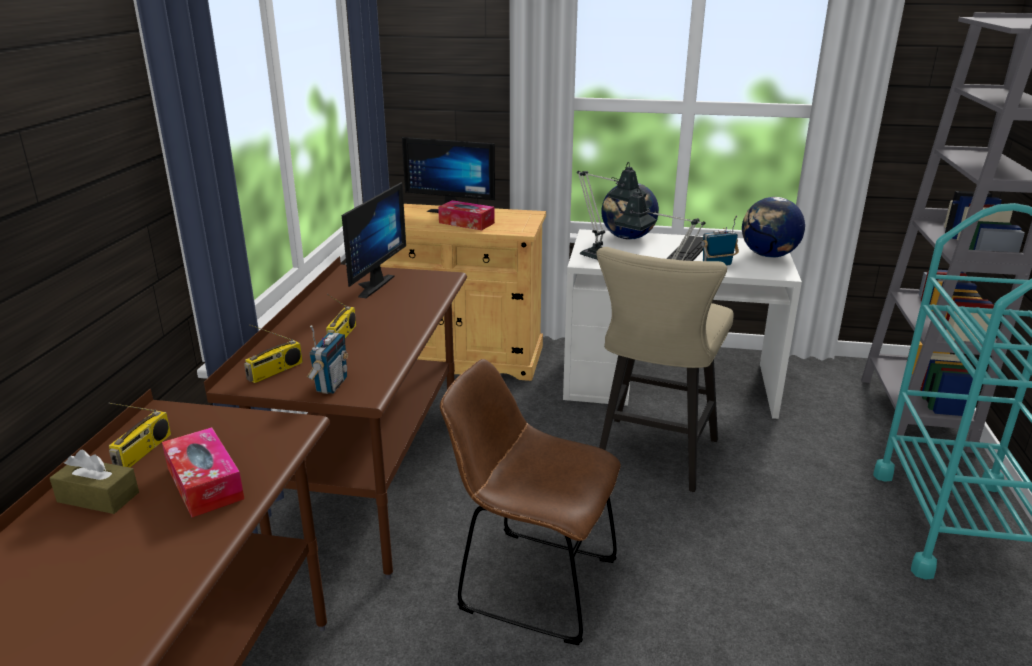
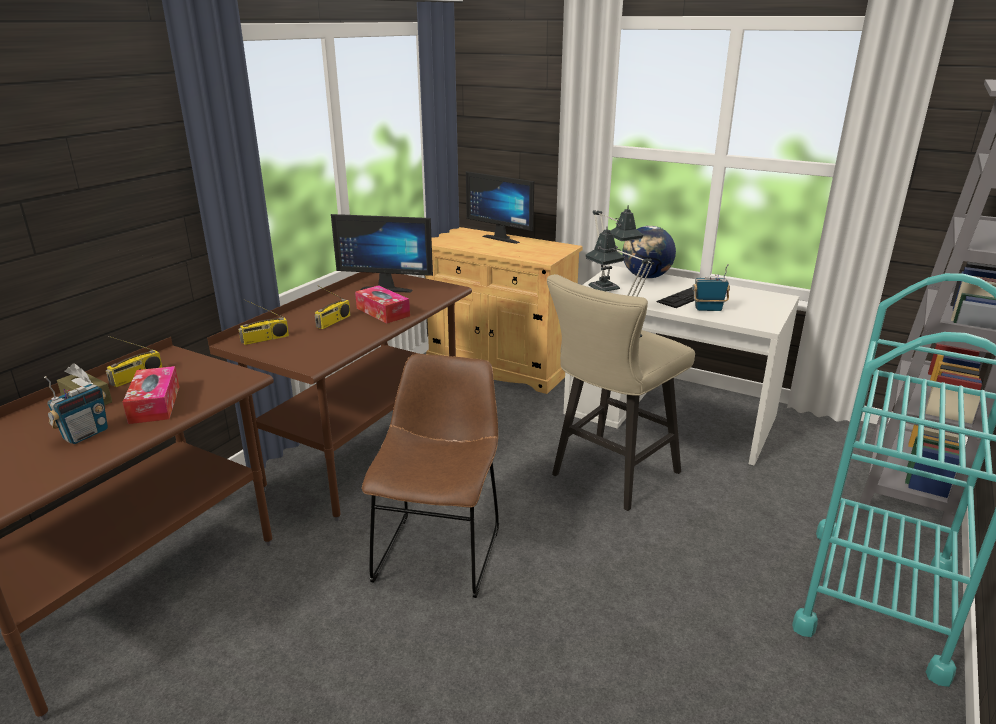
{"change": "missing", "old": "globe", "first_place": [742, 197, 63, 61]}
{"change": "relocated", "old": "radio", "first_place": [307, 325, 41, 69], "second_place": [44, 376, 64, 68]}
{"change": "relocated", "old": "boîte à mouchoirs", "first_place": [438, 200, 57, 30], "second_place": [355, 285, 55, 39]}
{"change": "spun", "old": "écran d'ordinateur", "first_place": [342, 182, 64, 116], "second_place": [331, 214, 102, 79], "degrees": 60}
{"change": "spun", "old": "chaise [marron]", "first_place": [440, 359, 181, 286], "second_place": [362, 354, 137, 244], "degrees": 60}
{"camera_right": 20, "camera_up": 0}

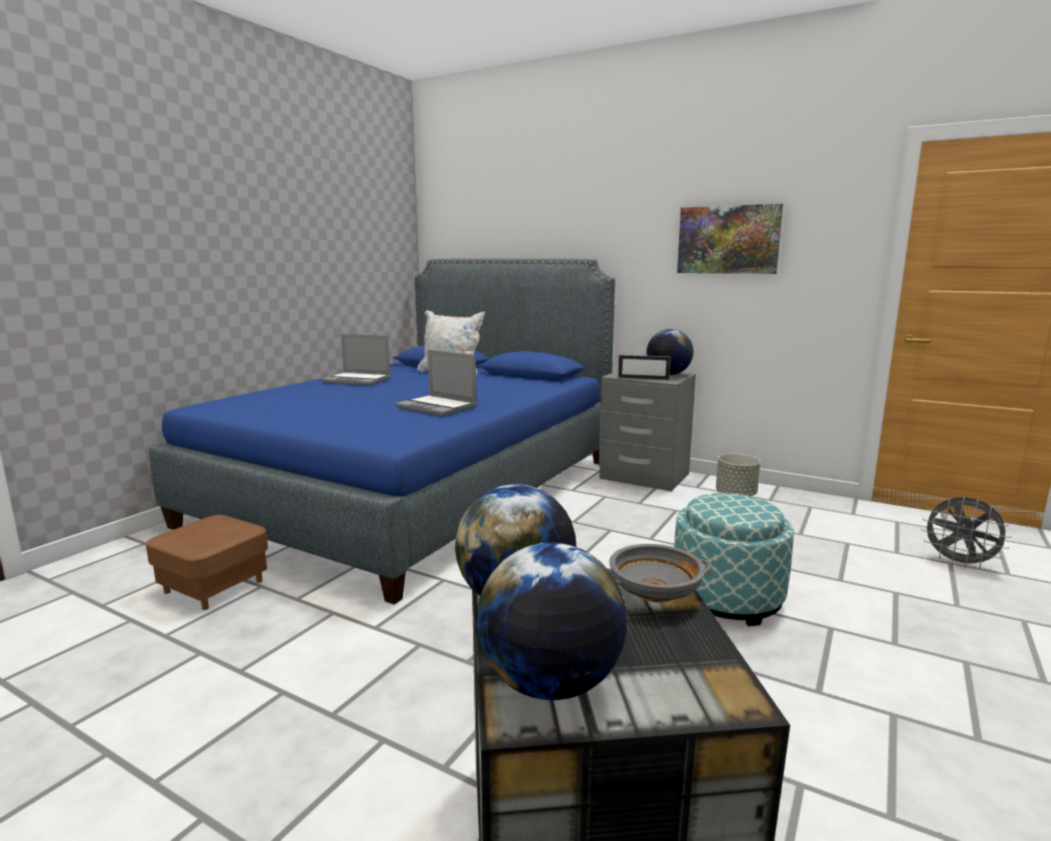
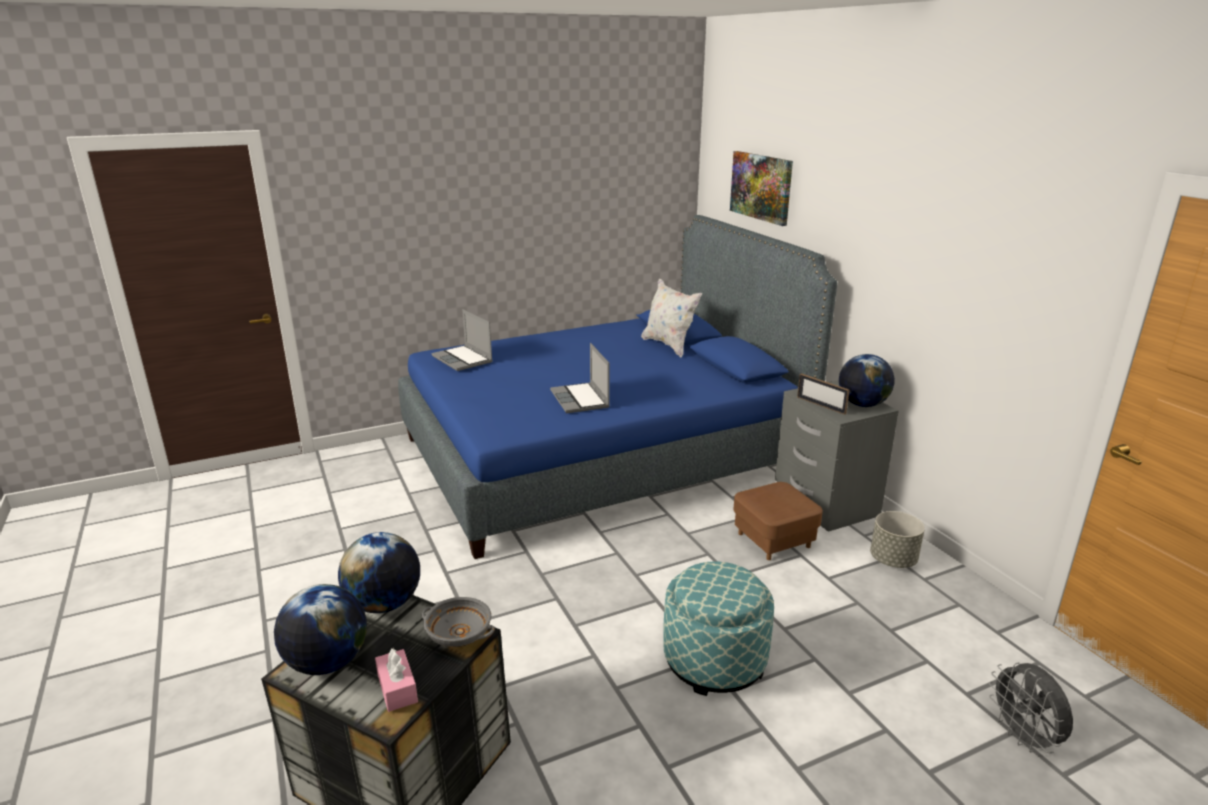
{"change": "appeared", "new": "boîte à mouchoirs [rose]", "second_place": [375, 648, 43, 64]}
{"change": "relocated", "old": "pouf [marron]", "first_place": [146, 515, 122, 95], "second_place": [733, 482, 90, 78]}
{"change": "relocated", "old": "ordinateur portable", "first_place": [322, 334, 69, 52], "second_place": [432, 309, 61, 62]}
{"change": "relocated", "old": "tableau", "first_place": [677, 204, 106, 70], "second_place": [730, 151, 63, 75]}
{"camera_right": 35, "camera_up": 10}

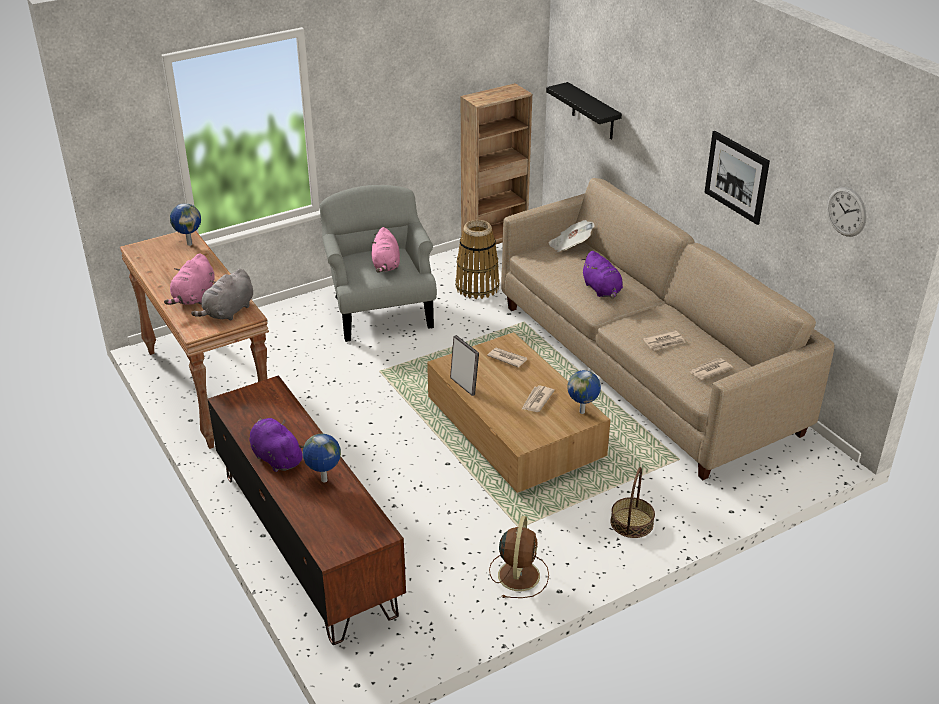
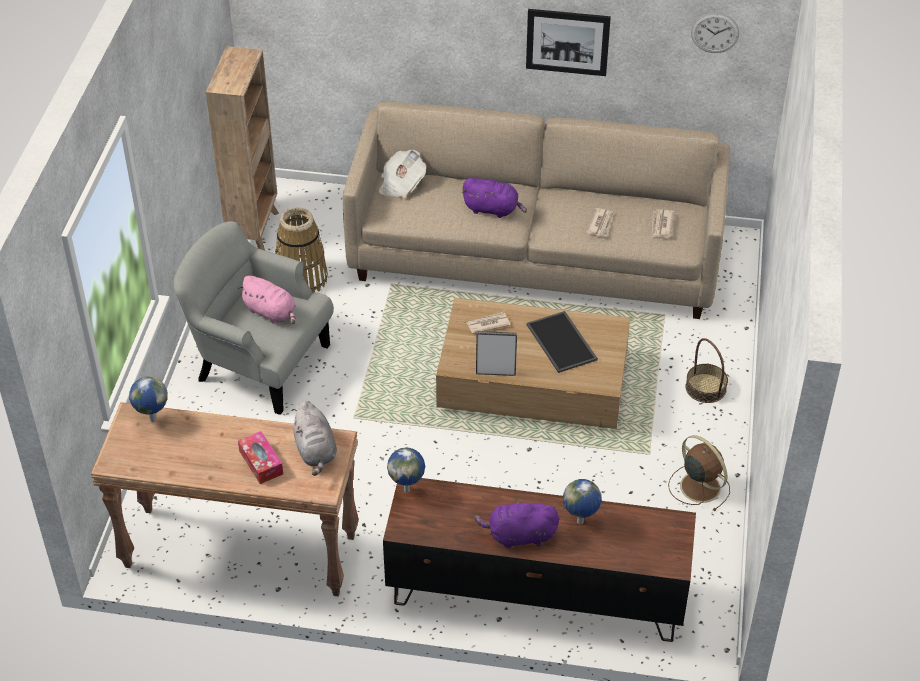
{"change": "missing", "old": "étagère [noir]", "first_place": [546, 82, 76, 58]}
{"change": "relocated", "old": "globe", "first_place": [567, 370, 34, 44], "second_place": [387, 447, 38, 45]}
{"change": "exchanged", "old": "peluche [rose]", "new": "boîte à mouchoirs", "first_place": [164, 253, 51, 52], "second_place": [238, 431, 45, 53]}
{"change": "exchanged", "old": "journal", "new": "plateau", "first_place": [521, 385, 34, 27], "second_place": [526, 311, 72, 62]}
{"camera_right": -50, "camera_up": 10}

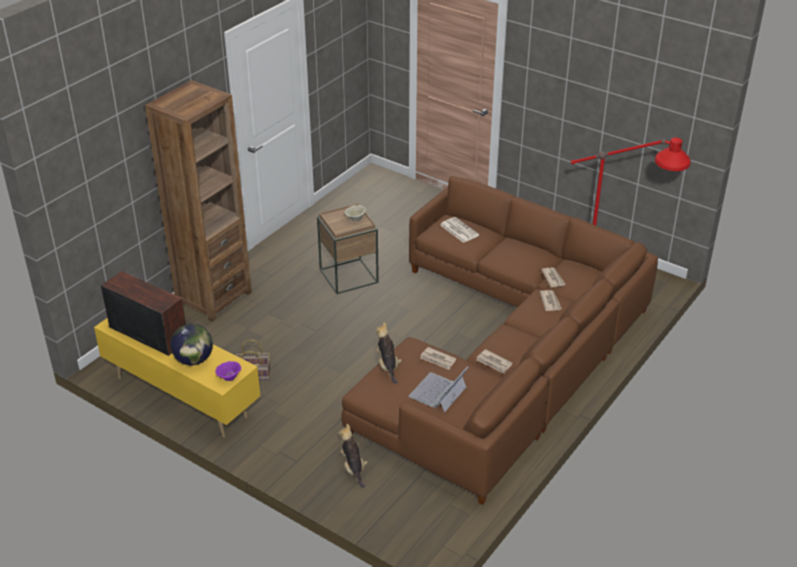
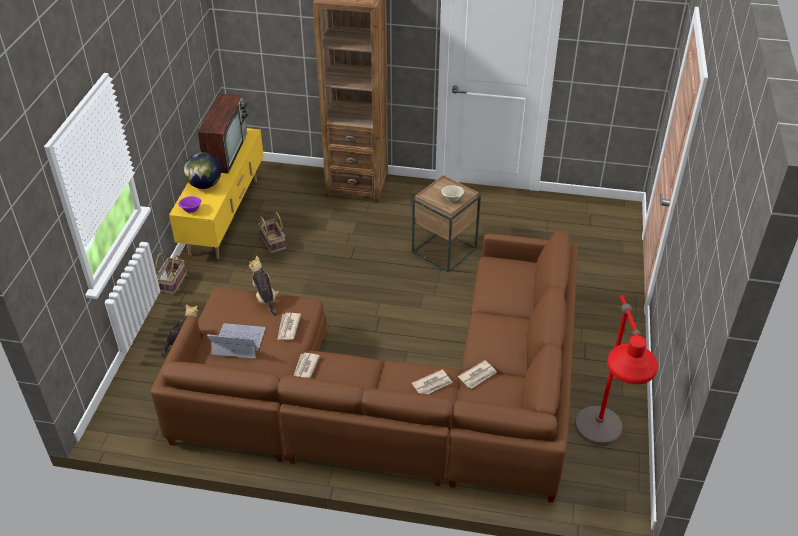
{"change": "missing", "old": "journal", "first_place": [440, 217, 39, 26]}
{"change": "appeared", "new": "panier", "second_place": [156, 253, 31, 42]}
{"change": "spun", "old": "peluche", "first_place": [375, 322, 27, 62], "second_place": [249, 256, 30, 60], "degrees": -75}
{"camera_right": 65, "camera_up": 5}

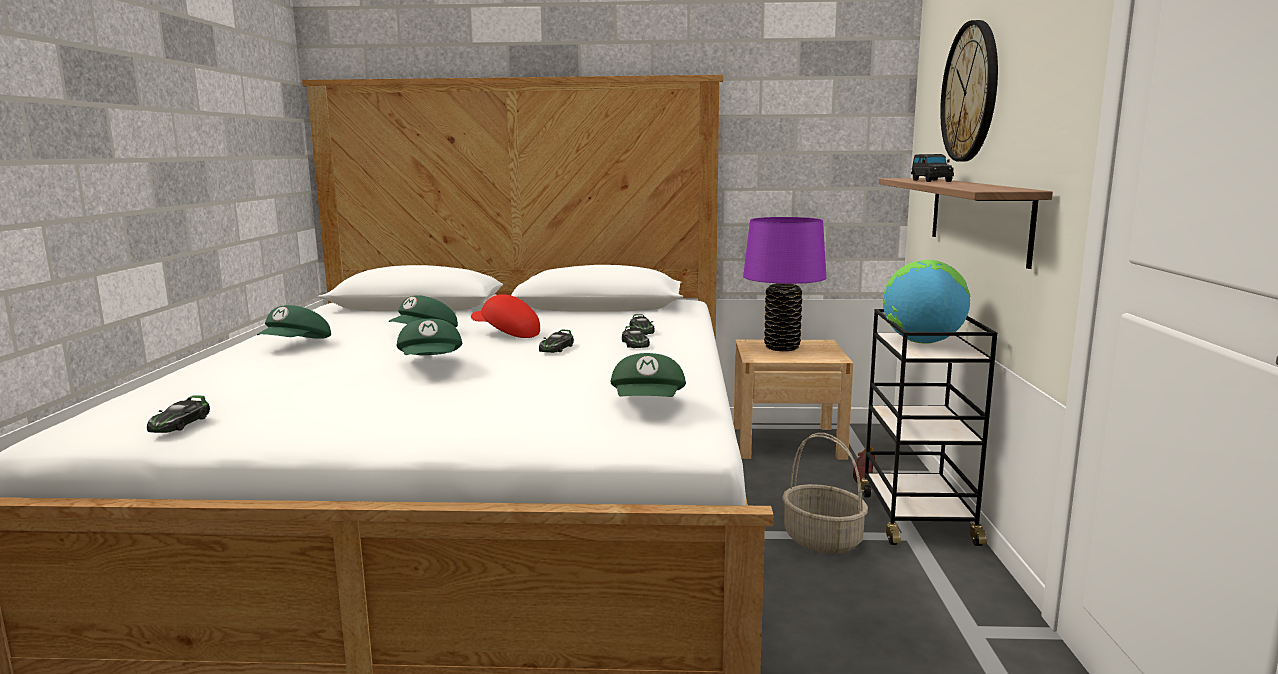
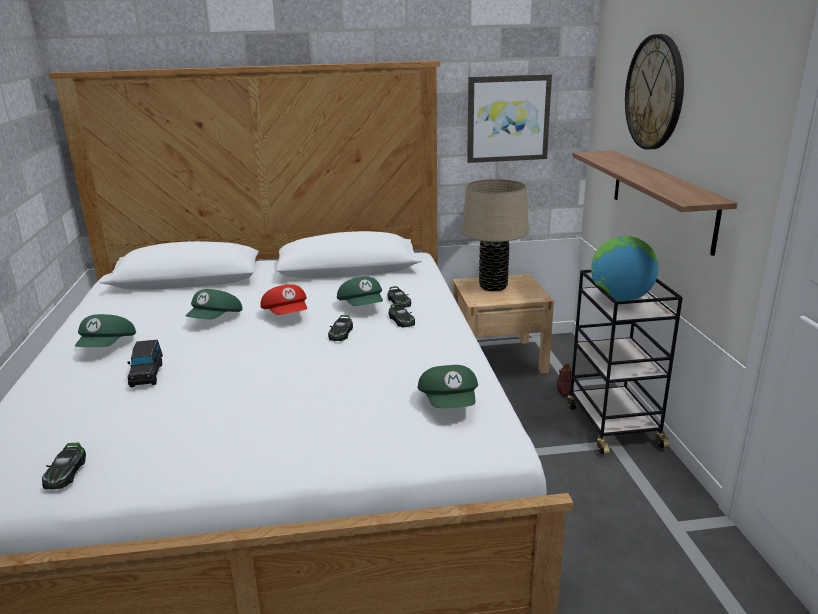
{"change": "missing", "old": "panier", "first_place": [782, 433, 86, 121]}
{"change": "appeared", "new": "tableau", "second_place": [467, 74, 85, 89]}
{"change": "relocated", "old": "casquette [vert]", "first_place": [396, 319, 66, 36], "second_place": [337, 277, 46, 29]}
{"change": "relocated", "old": "petite voiture [noir]", "first_place": [911, 154, 43, 28], "second_place": [128, 340, 35, 47]}
{"change": "colour", "old": "lampe de table [violet]", "new": "lampe de table [beige]", "first_place": [743, 217, 83, 134], "second_place": [461, 179, 68, 112]}
{"change": "spun", "old": "casquette [rouge]", "first_place": [471, 294, 69, 44], "second_place": [260, 284, 47, 31], "degrees": -135}
{"camera_right": -10, "camera_up": 10}

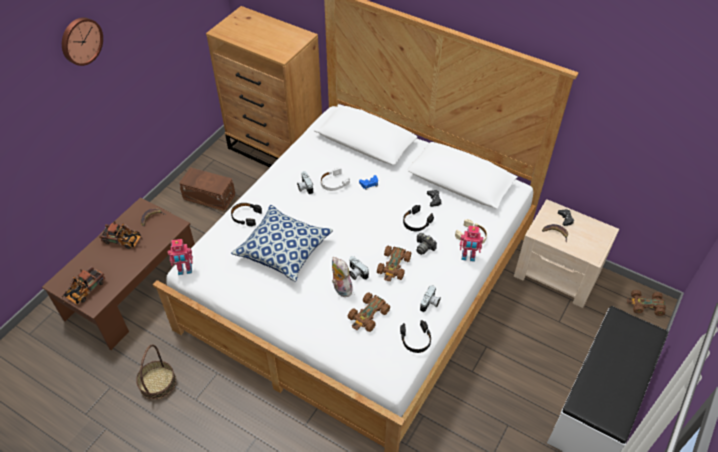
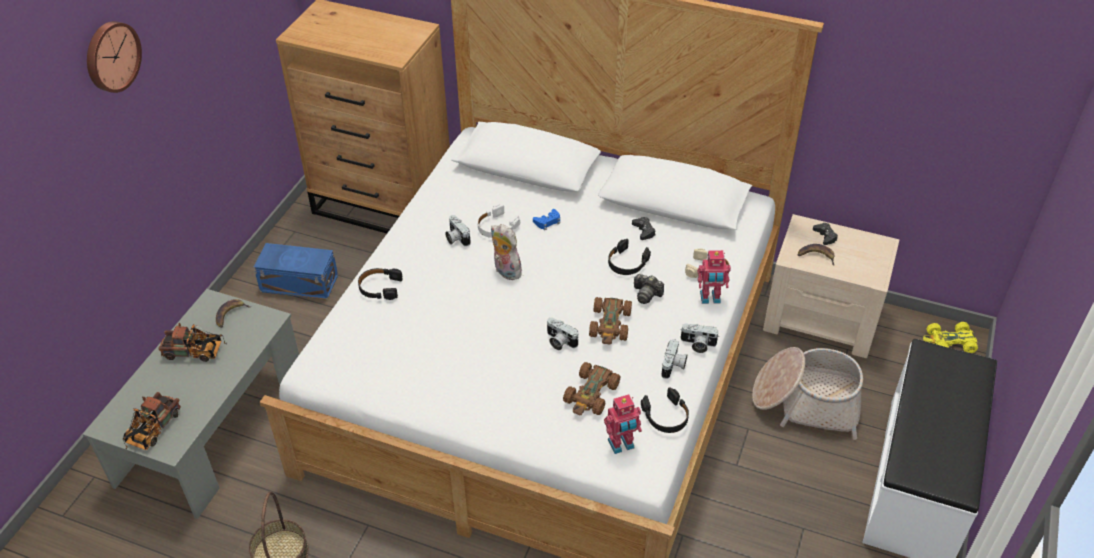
{"change": "missing", "old": "coussin", "first_place": [231, 205, 102, 77]}
{"change": "appeared", "new": "appareil photo", "second_place": [680, 323, 39, 30]}
{"change": "appeared", "new": "panier", "second_place": [752, 347, 111, 93]}
{"change": "relocated", "old": "robot jouet", "first_place": [168, 239, 25, 36], "second_place": [604, 394, 38, 60]}
{"change": "relocated", "old": "peluche", "first_place": [332, 257, 21, 40], "second_place": [491, 224, 31, 56]}
{"change": "colour", "old": "table basse [marron]", "new": "table basse [gris]", "first_place": [42, 197, 153, 153], "second_place": [82, 289, 217, 230]}
{"change": "colour", "old": "boîte de rangement [marron]", "new": "boîte de rangement [bleu]", "first_place": [179, 167, 57, 44], "second_place": [254, 243, 84, 57]}
{"change": "colour", "old": "petite voiture [marron]", "new": "petite voiture [jaune]", "first_place": [627, 290, 39, 26], "second_place": [923, 322, 55, 31]}
{"camera_right": -10, "camera_up": -5}

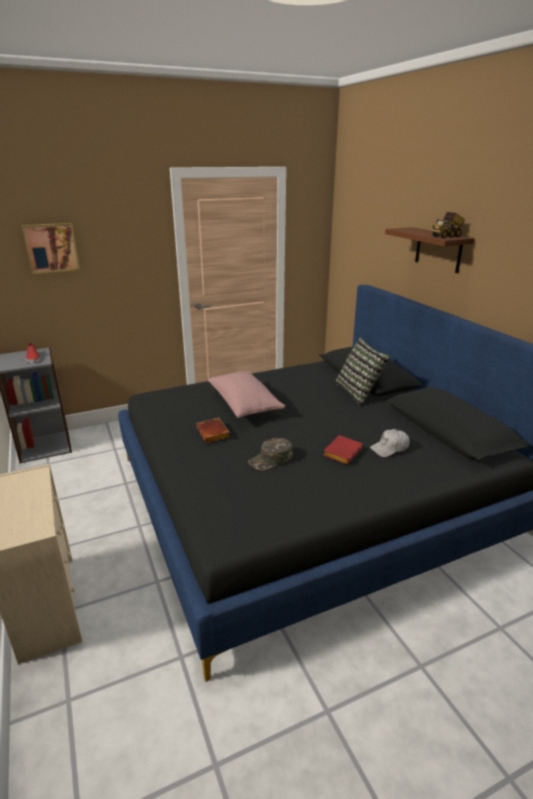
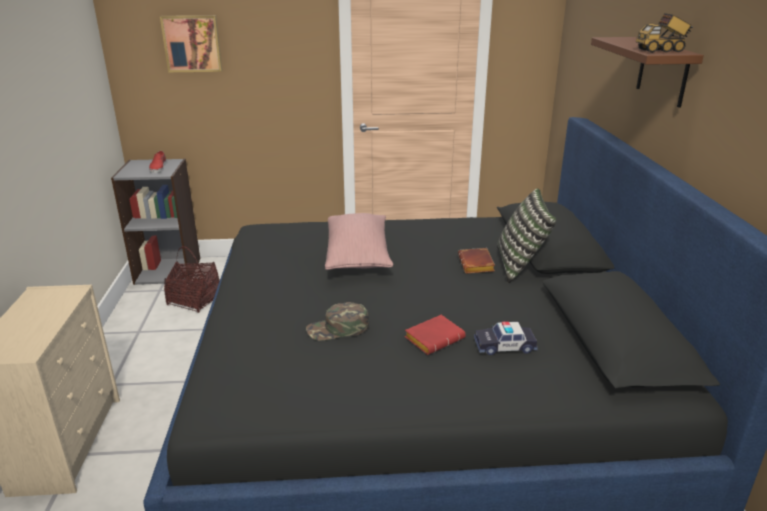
{"change": "appeared", "new": "panier", "second_place": [164, 246, 55, 67]}
{"change": "relocated", "old": "livre [marron]", "first_place": [196, 418, 34, 25], "second_place": [458, 248, 37, 25]}
{"change": "exchanged", "old": "casquette [blanc]", "new": "petite voiture", "first_place": [370, 429, 40, 28], "second_place": [474, 321, 64, 34]}
{"camera_right": 20, "camera_up": 0}

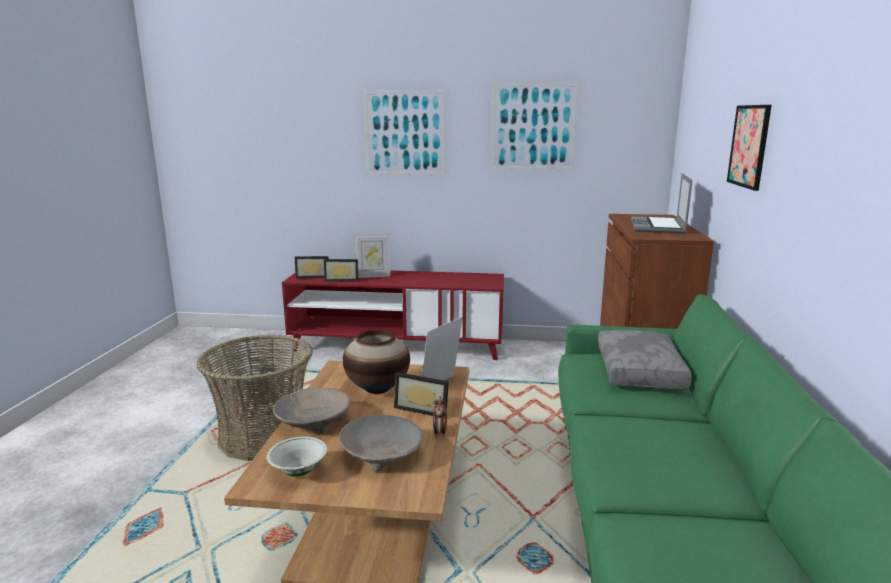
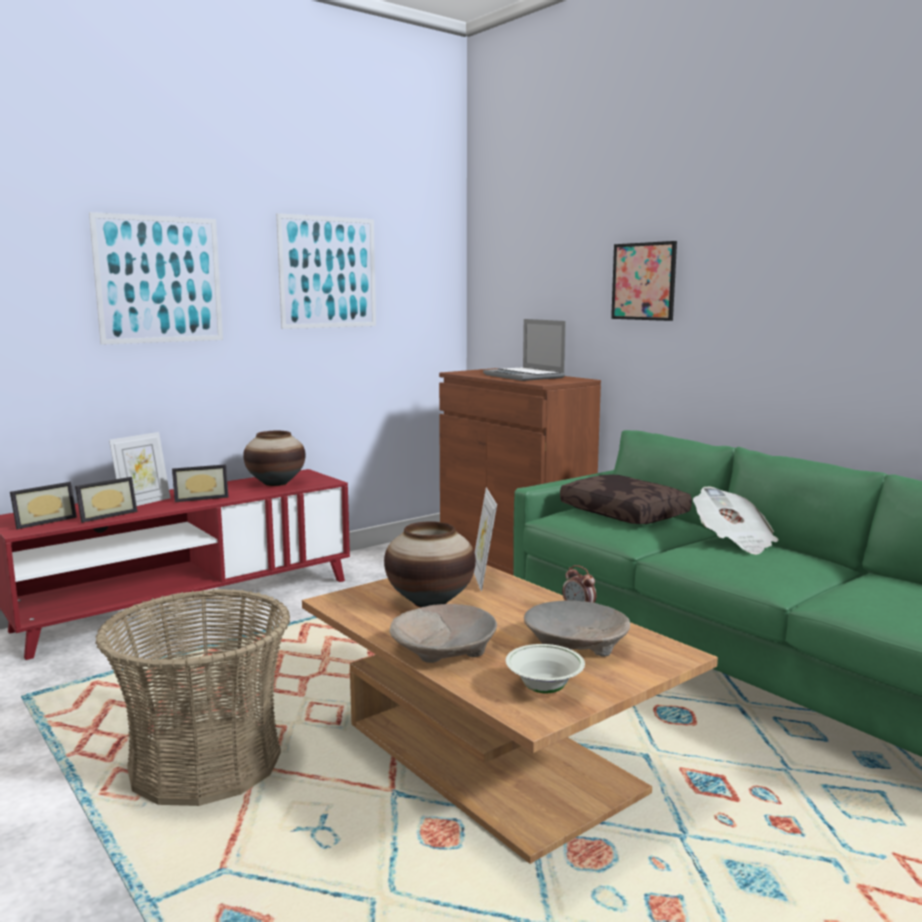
{"change": "appeared", "new": "vase", "second_place": [243, 431, 62, 55]}
{"change": "appeared", "new": "journal", "second_place": [693, 486, 85, 69]}
{"change": "relocated", "old": "cadre photo", "first_place": [394, 372, 55, 44], "second_place": [172, 464, 57, 38]}
{"change": "colour", "old": "coussin [gris]", "new": "coussin [marron]", "first_place": [598, 330, 94, 59], "second_place": [560, 475, 132, 49]}
{"camera_right": -45, "camera_up": -5}

